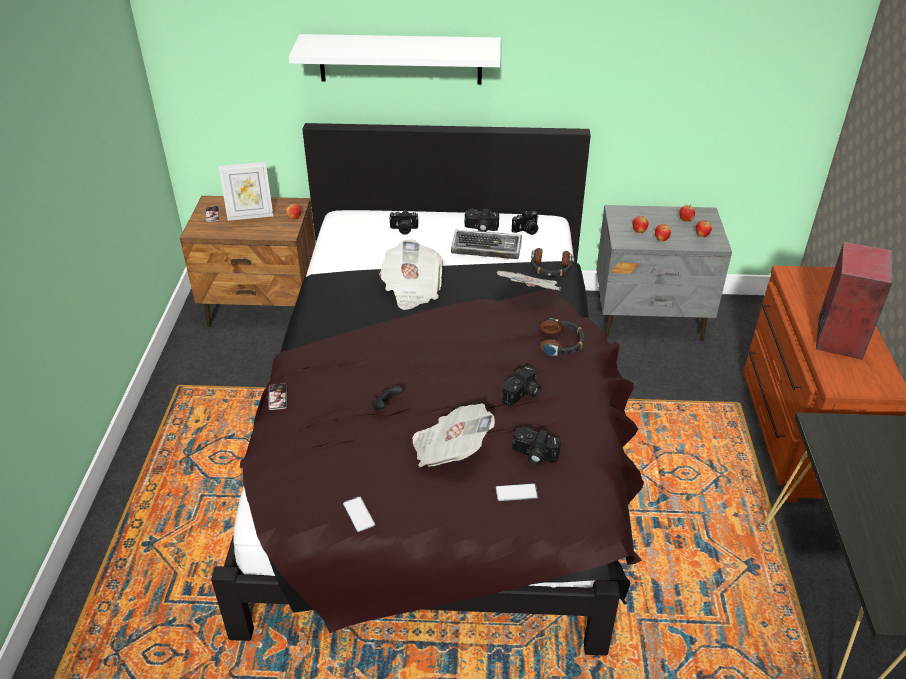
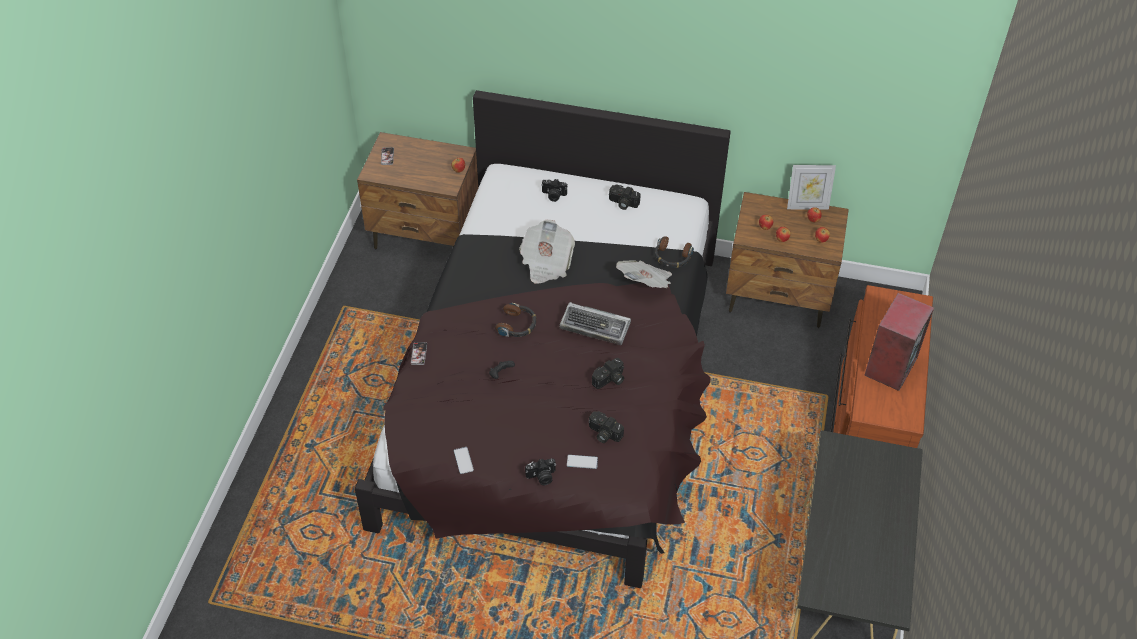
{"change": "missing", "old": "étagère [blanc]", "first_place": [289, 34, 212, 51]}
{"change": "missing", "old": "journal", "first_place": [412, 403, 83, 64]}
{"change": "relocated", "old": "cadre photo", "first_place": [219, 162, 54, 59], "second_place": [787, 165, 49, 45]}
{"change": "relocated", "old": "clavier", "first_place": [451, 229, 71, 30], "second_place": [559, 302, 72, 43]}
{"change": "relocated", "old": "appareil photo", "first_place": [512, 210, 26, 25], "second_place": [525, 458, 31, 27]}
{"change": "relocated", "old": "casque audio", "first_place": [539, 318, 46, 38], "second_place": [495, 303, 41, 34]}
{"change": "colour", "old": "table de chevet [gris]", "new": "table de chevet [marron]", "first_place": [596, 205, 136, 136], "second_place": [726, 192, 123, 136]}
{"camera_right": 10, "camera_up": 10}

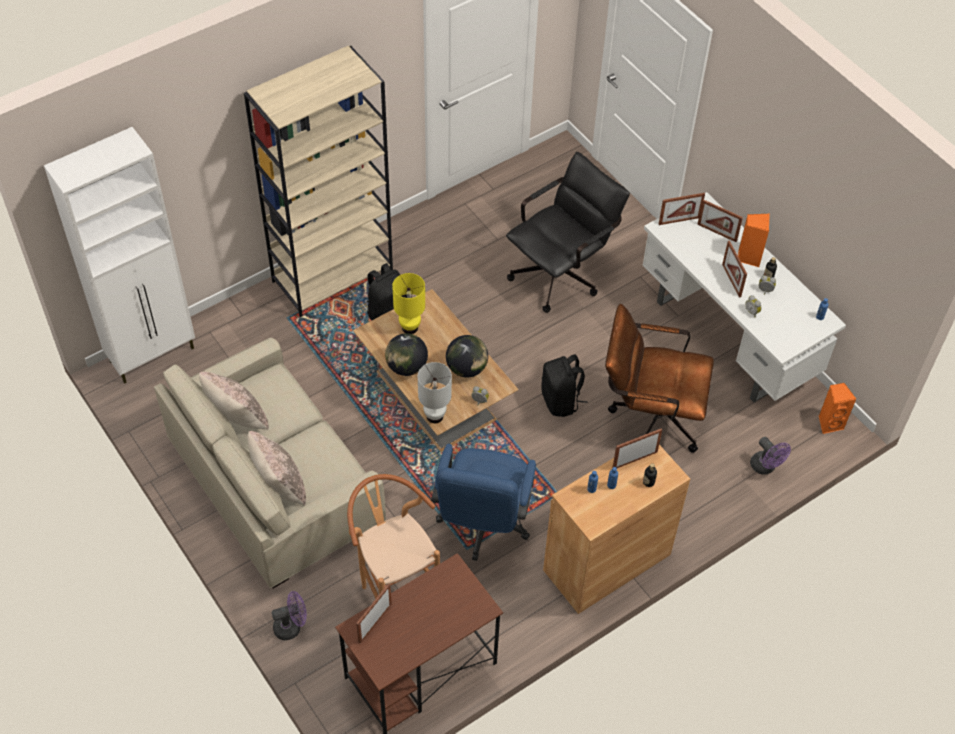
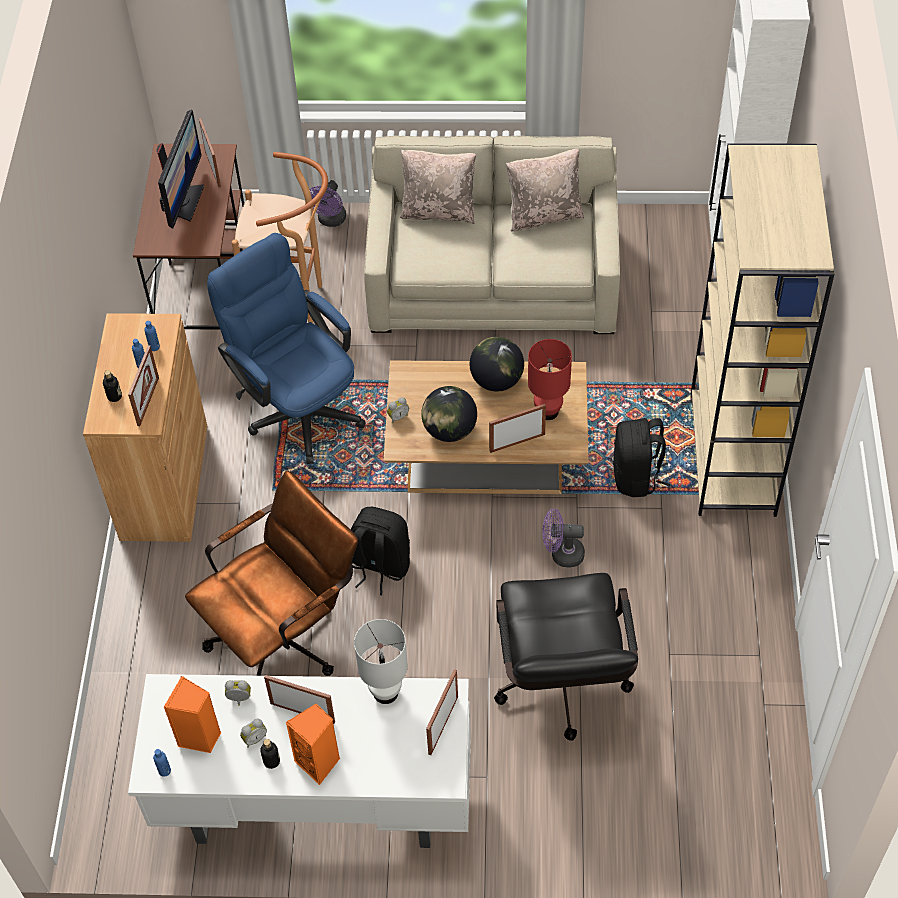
{"change": "appeared", "new": "écran d'ordinateur", "second_place": [157, 110, 47, 118]}
{"change": "relocated", "old": "lampe de table [blanc]", "first_place": [418, 362, 34, 61], "second_place": [354, 619, 54, 85]}
{"change": "relocated", "old": "cadre photo", "first_place": [697, 199, 46, 43], "second_place": [489, 404, 57, 49]}
{"change": "relocated", "old": "ventilateur [violet]", "first_place": [750, 437, 41, 38], "second_place": [542, 509, 43, 59]}
{"change": "relocated", "old": "enceinte [orange]", "first_place": [819, 383, 37, 51], "second_place": [164, 676, 57, 77]}
{"change": "colour", "old": "lampe de table [jaune]", "new": "lampe de table [rouge]", "first_place": [392, 273, 33, 61], "second_place": [528, 339, 44, 81]}
{"camera_right": 130, "camera_up": 0}

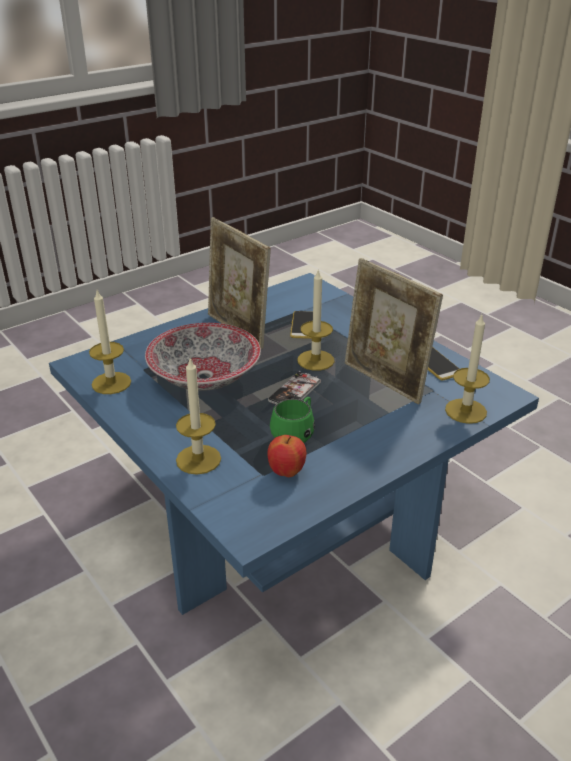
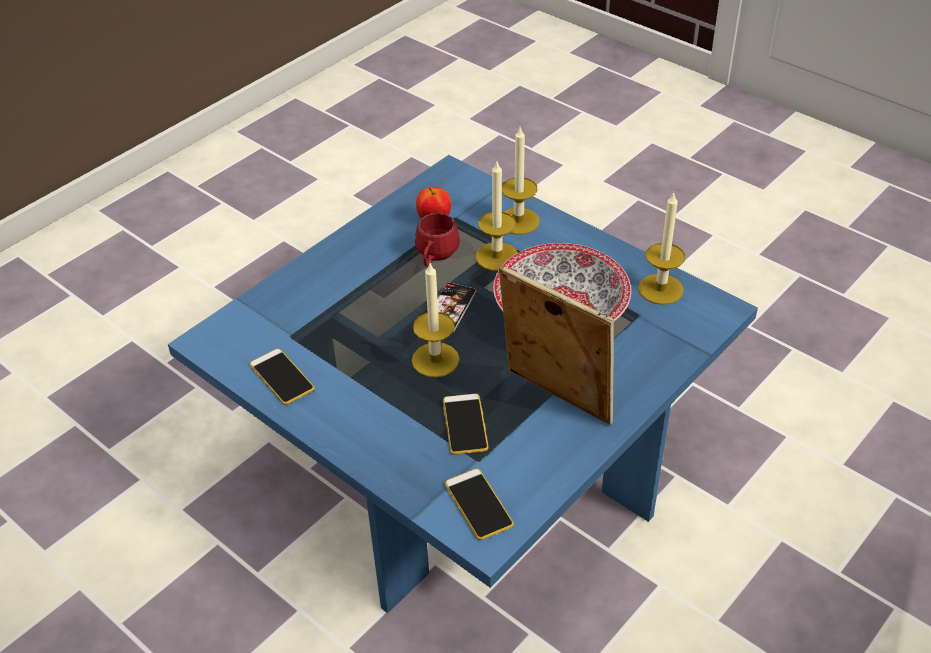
{"change": "missing", "old": "cadre photo", "first_place": [345, 258, 98, 146]}
{"change": "appeared", "new": "téléphone", "second_place": [445, 469, 69, 71]}
{"change": "relocated", "old": "bougie", "first_place": [445, 315, 45, 109], "second_place": [476, 162, 42, 109]}
{"change": "colour", "old": "mug [vert]", "new": "mug [rouge]", "first_place": [270, 397, 45, 46], "second_place": [415, 213, 45, 54]}
{"camera_right": 170, "camera_up": 10}

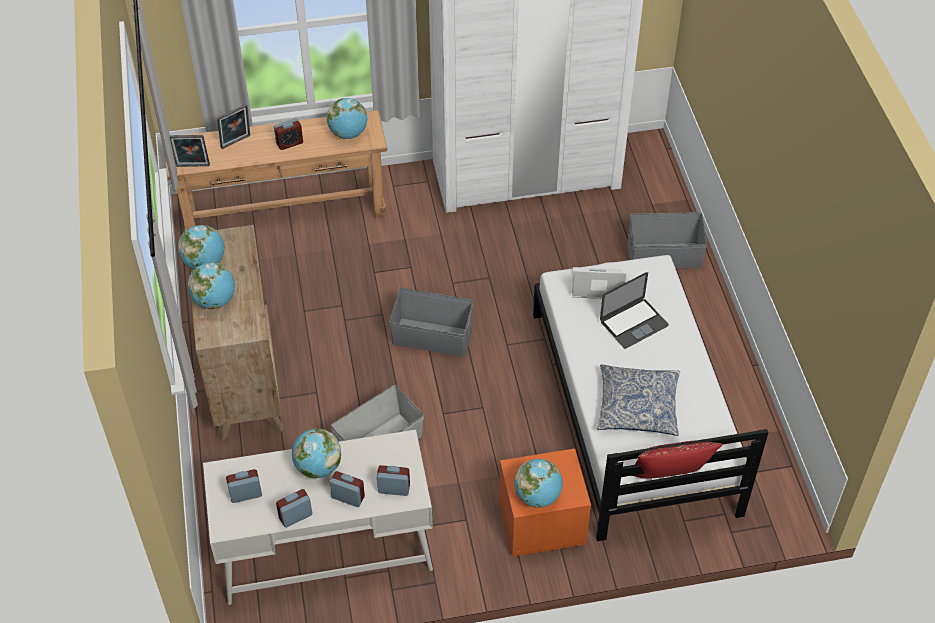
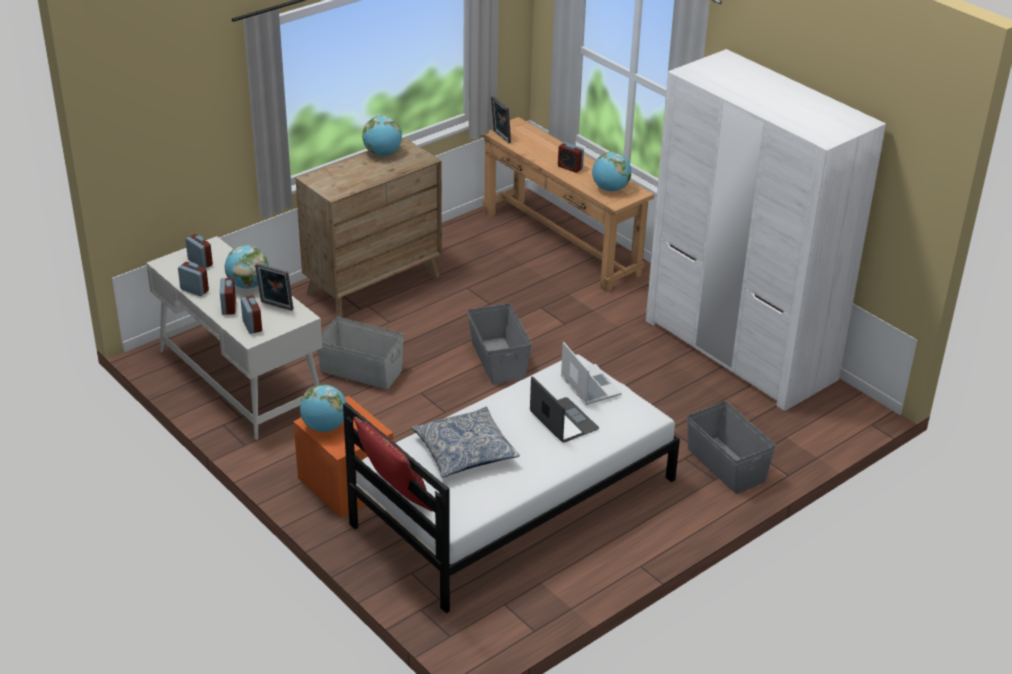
{"change": "missing", "old": "globe", "first_place": [187, 262, 48, 47]}
{"change": "relocated", "old": "cadre photo", "first_place": [217, 104, 33, 45], "second_place": [255, 263, 38, 48]}
{"change": "spun", "old": "ordinateur portable", "first_place": [600, 272, 69, 77], "second_place": [530, 376, 69, 67], "degrees": -150}
{"camera_right": 60, "camera_up": -15}

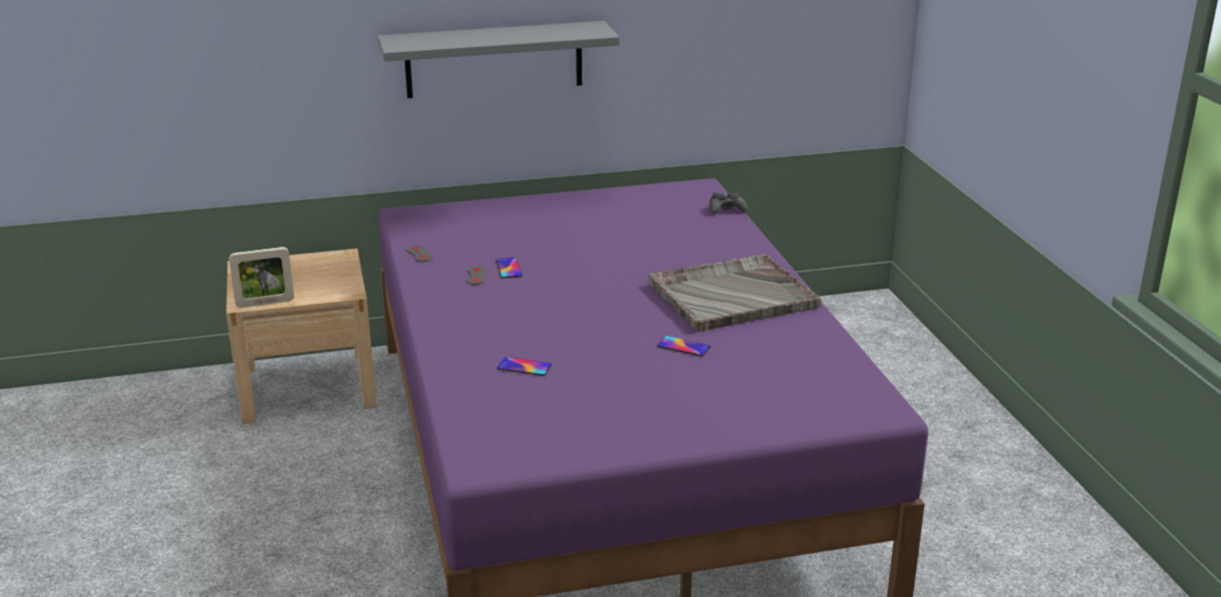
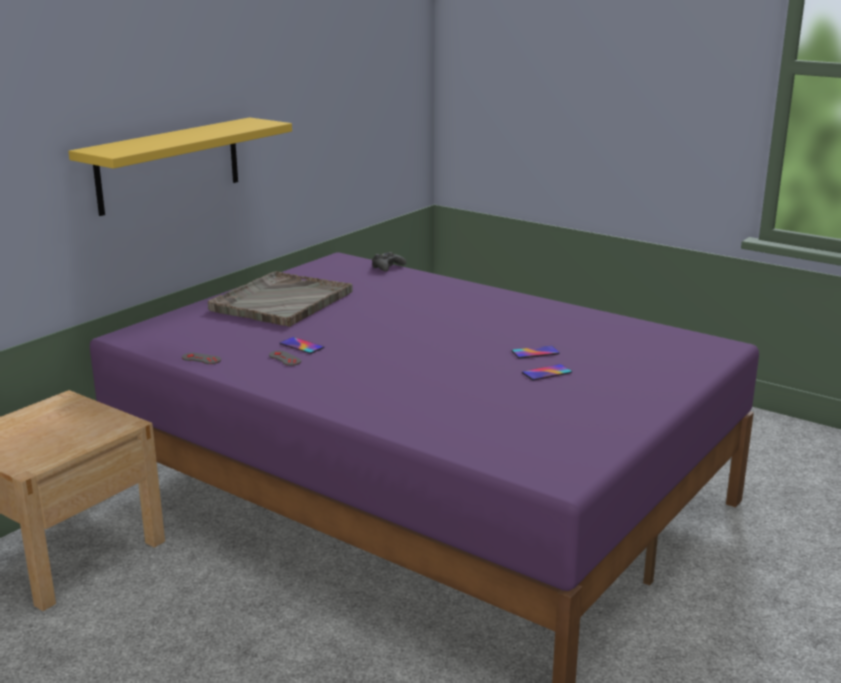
{"change": "missing", "old": "cadre photo", "first_place": [229, 247, 65, 61]}
{"change": "relocated", "old": "téléphone", "first_place": [497, 357, 55, 19], "second_place": [522, 364, 50, 17]}
{"change": "relocated", "old": "plateau [gris]", "first_place": [649, 254, 172, 78], "second_place": [208, 271, 145, 56]}
{"change": "colour", "old": "étagère [gris]", "new": "étagère [jaune]", "first_place": [378, 21, 242, 77], "second_place": [68, 117, 224, 99]}
{"camera_right": -40, "camera_up": -5}

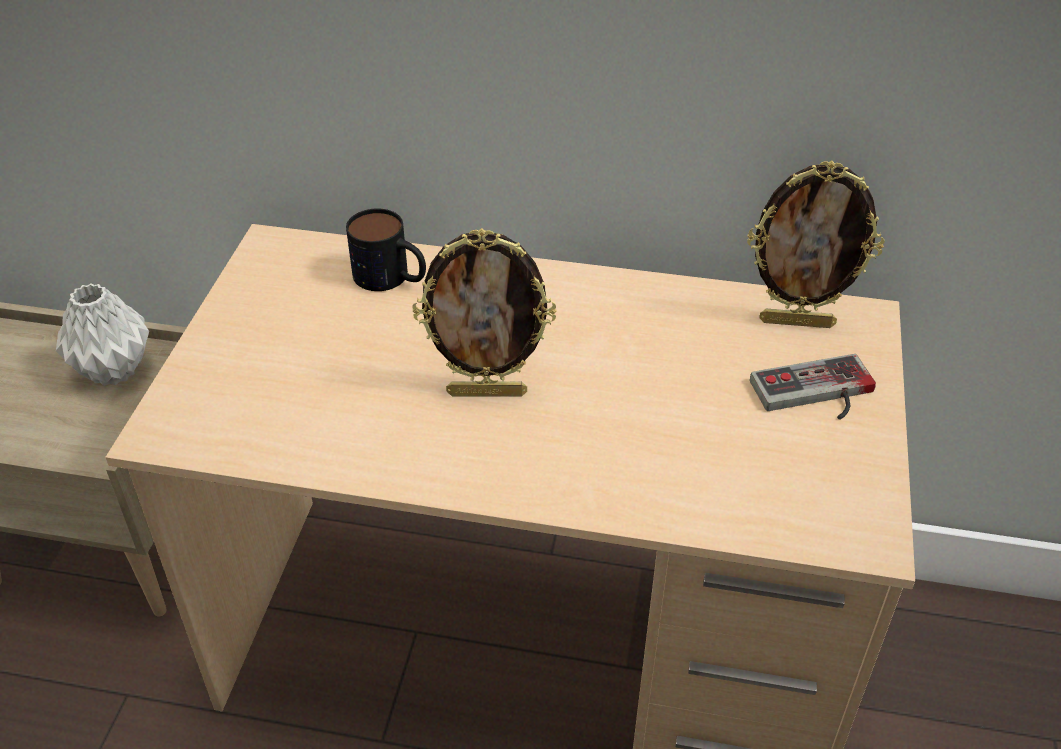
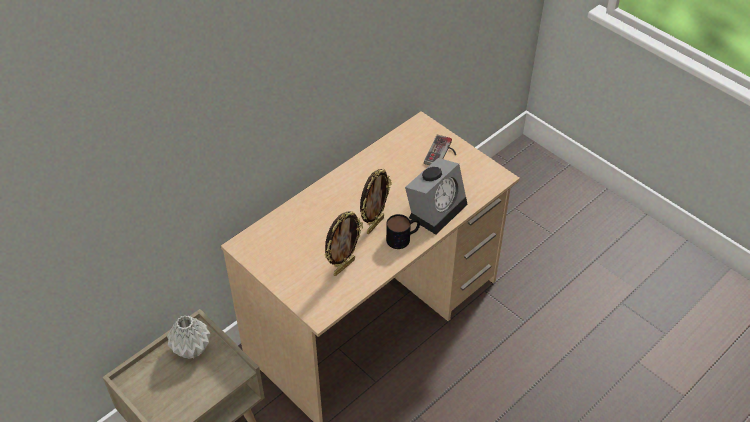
{"change": "appeared", "new": "réveil", "second_place": [405, 158, 63, 77]}
{"change": "relocated", "old": "mug", "first_place": [346, 209, 80, 82], "second_place": [386, 214, 34, 35]}
{"change": "relocated", "old": "cadre photo", "first_place": [747, 161, 137, 167], "second_place": [325, 211, 38, 65]}
{"camera_right": -55, "camera_up": 5}

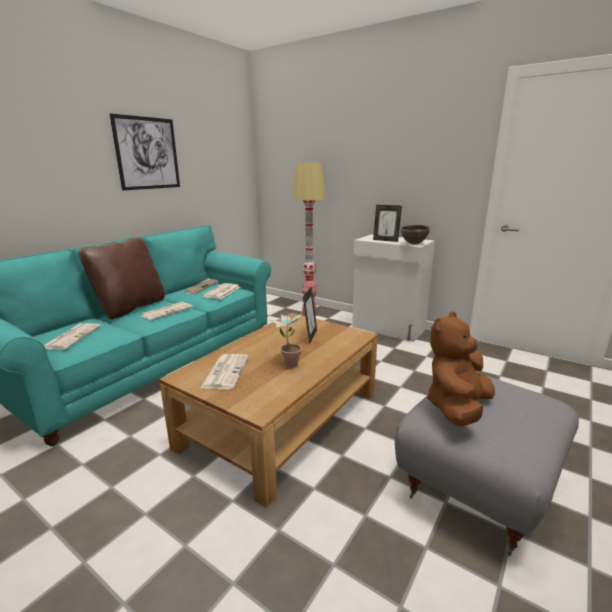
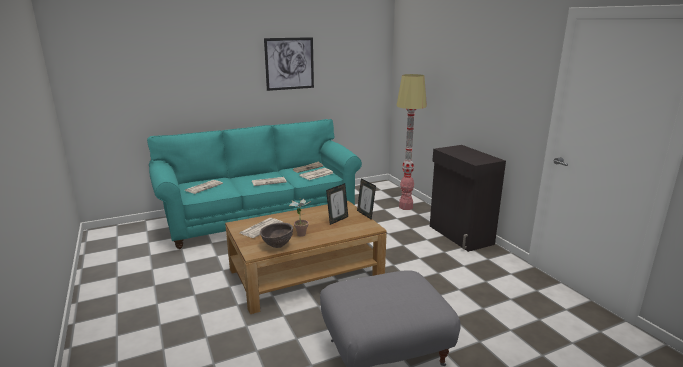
{"change": "missing", "old": "coussin [marron]", "first_place": [78, 238, 87, 82]}
{"change": "missing", "old": "peluche [marron]", "first_place": [427, 312, 68, 115]}
{"change": "relocated", "old": "cadre photo", "first_place": [373, 205, 29, 37], "second_place": [357, 178, 19, 42]}
{"change": "relocated", "old": "bol [marron]", "first_place": [400, 224, 30, 21], "second_place": [260, 223, 33, 25]}
{"change": "colour", "old": "meuble de rangement [blanc]", "new": "meuble de rangement [noir]", "first_place": [352, 234, 83, 108], "second_place": [430, 145, 76, 107]}
{"camera_right": 30, "camera_up": 0}

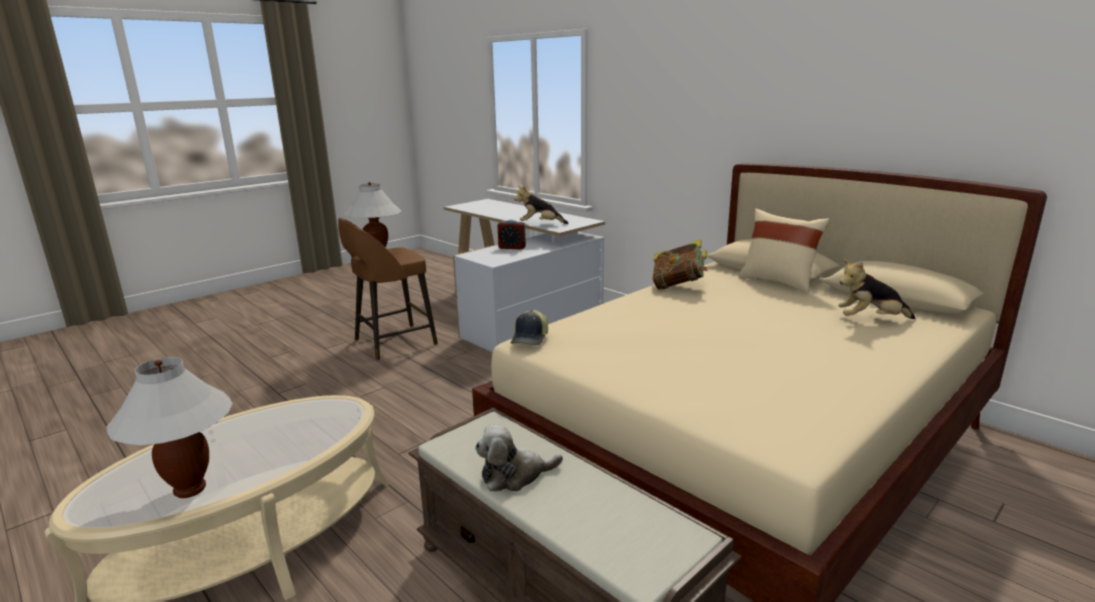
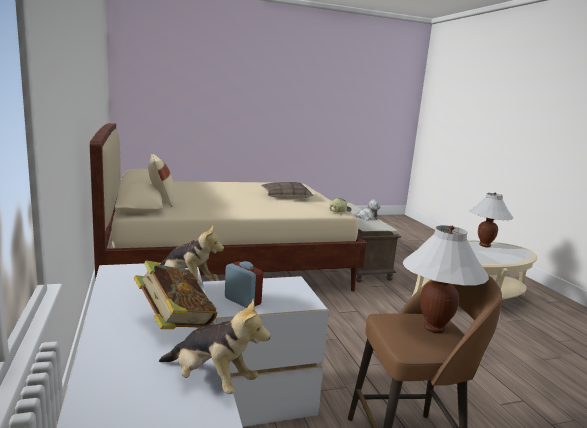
{"change": "appeared", "new": "coussin", "second_place": [261, 182, 52, 17]}
{"change": "relocated", "old": "livre", "first_place": [653, 239, 55, 51], "second_place": [134, 260, 83, 69]}
{"change": "relocated", "old": "peluche", "first_place": [838, 259, 77, 60], "second_place": [159, 298, 112, 96]}
{"camera_right": -155, "camera_up": -5}

